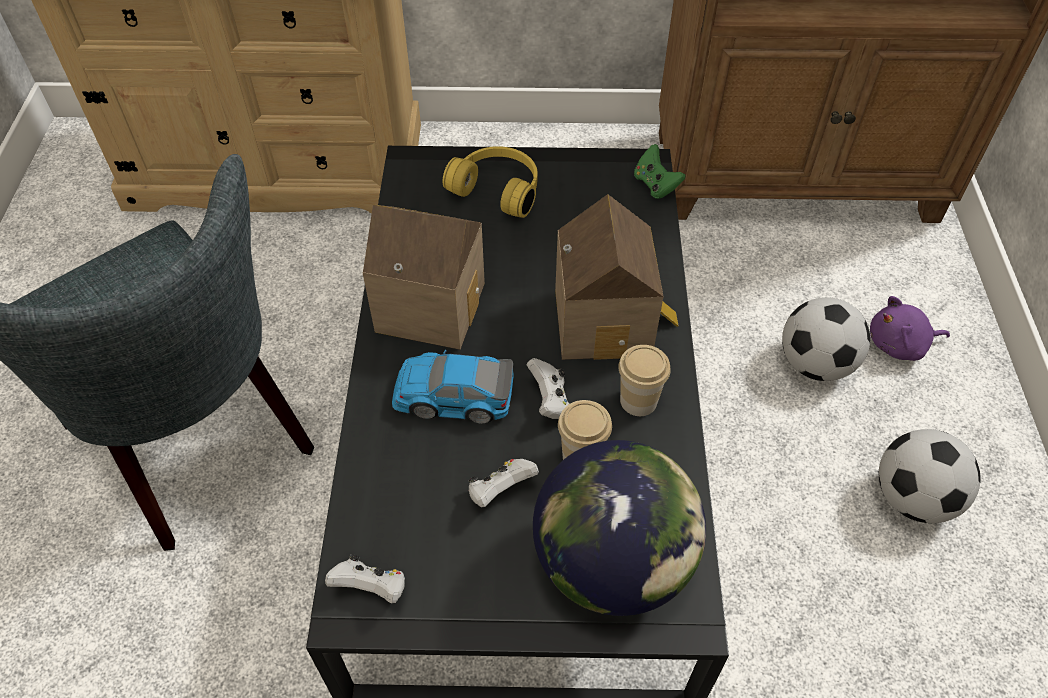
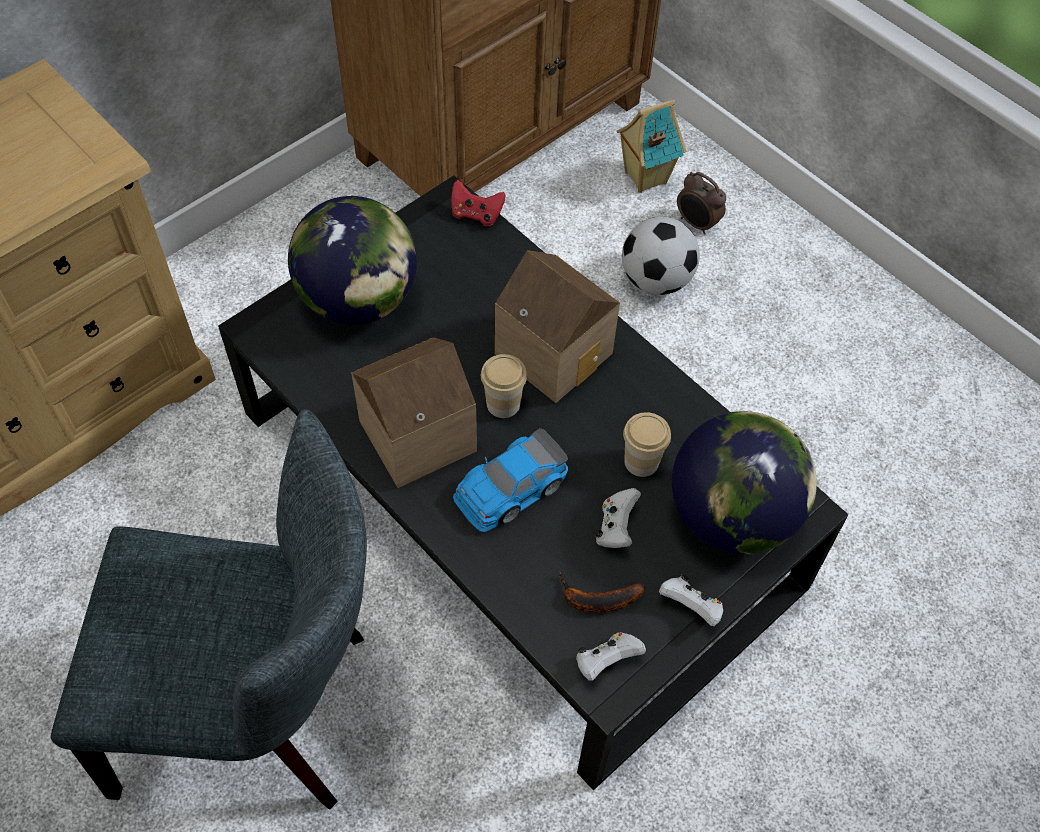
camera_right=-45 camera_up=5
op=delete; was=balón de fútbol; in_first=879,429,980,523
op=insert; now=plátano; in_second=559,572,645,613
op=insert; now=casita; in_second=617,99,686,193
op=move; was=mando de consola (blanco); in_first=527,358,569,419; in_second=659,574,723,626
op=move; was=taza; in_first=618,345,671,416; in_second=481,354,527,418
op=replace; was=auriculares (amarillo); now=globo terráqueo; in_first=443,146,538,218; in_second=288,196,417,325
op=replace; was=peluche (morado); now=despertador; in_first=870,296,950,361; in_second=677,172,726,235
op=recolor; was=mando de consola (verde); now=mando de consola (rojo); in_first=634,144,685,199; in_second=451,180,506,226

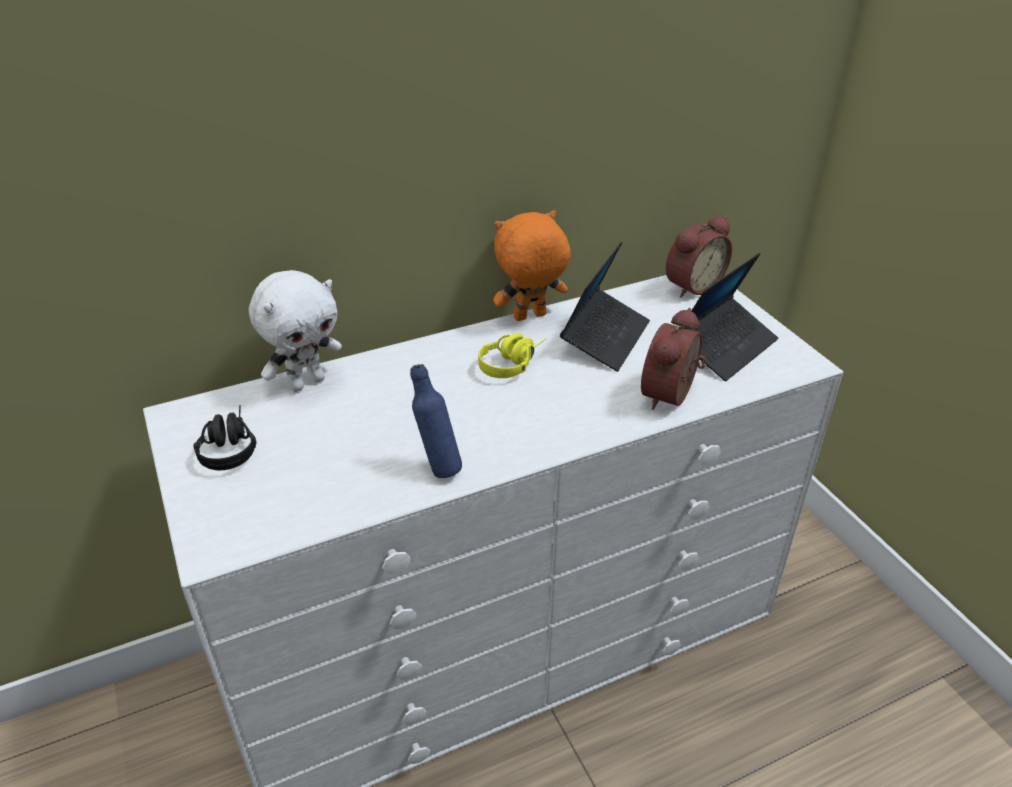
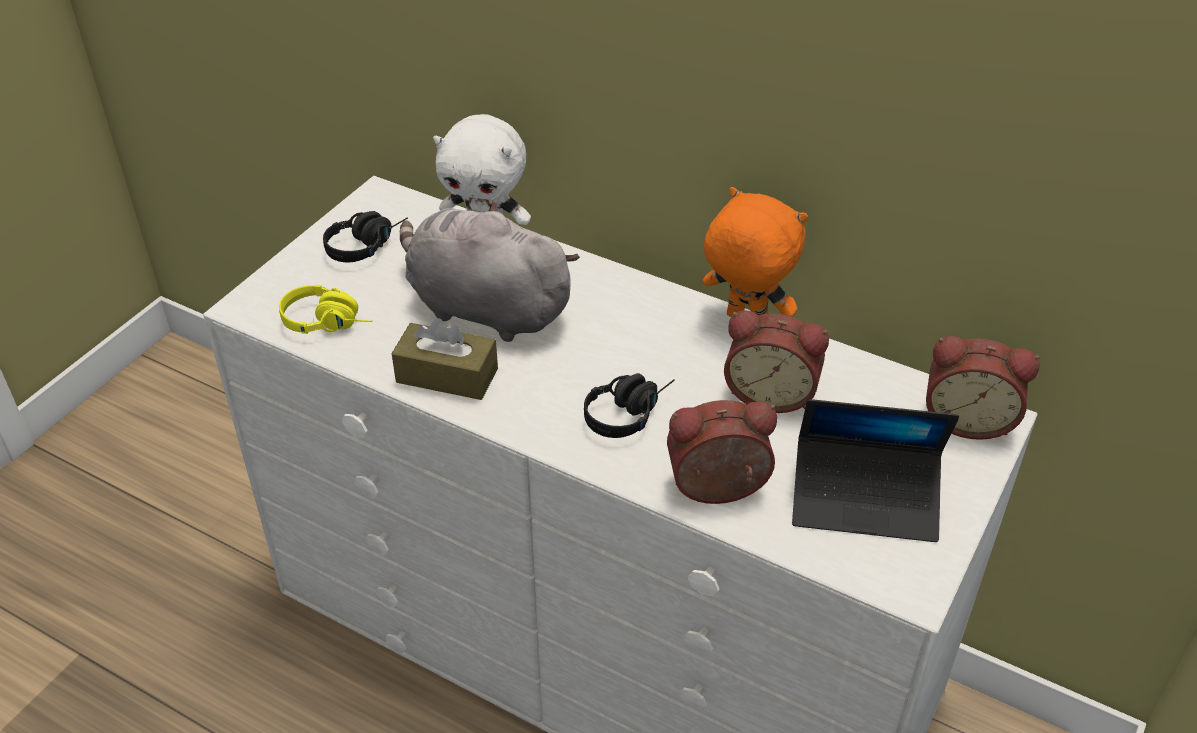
camera_right=55 camera_up=5
op=insert; now=peluche (gris); in_second=400,201,580,342
op=insert; now=auriculares (negro); in_second=584,373,675,438
op=move; was=auriculares (amarillo); in_first=478,333,546,378; in_second=279,285,373,334
op=replace; was=botella (azul); now=caja de pañuelos (marrón); in_first=410,364,462,478; in_second=392,318,498,400
op=replace; was=portátil; now=despertador; in_first=560,241,650,372; in_second=724,310,829,413

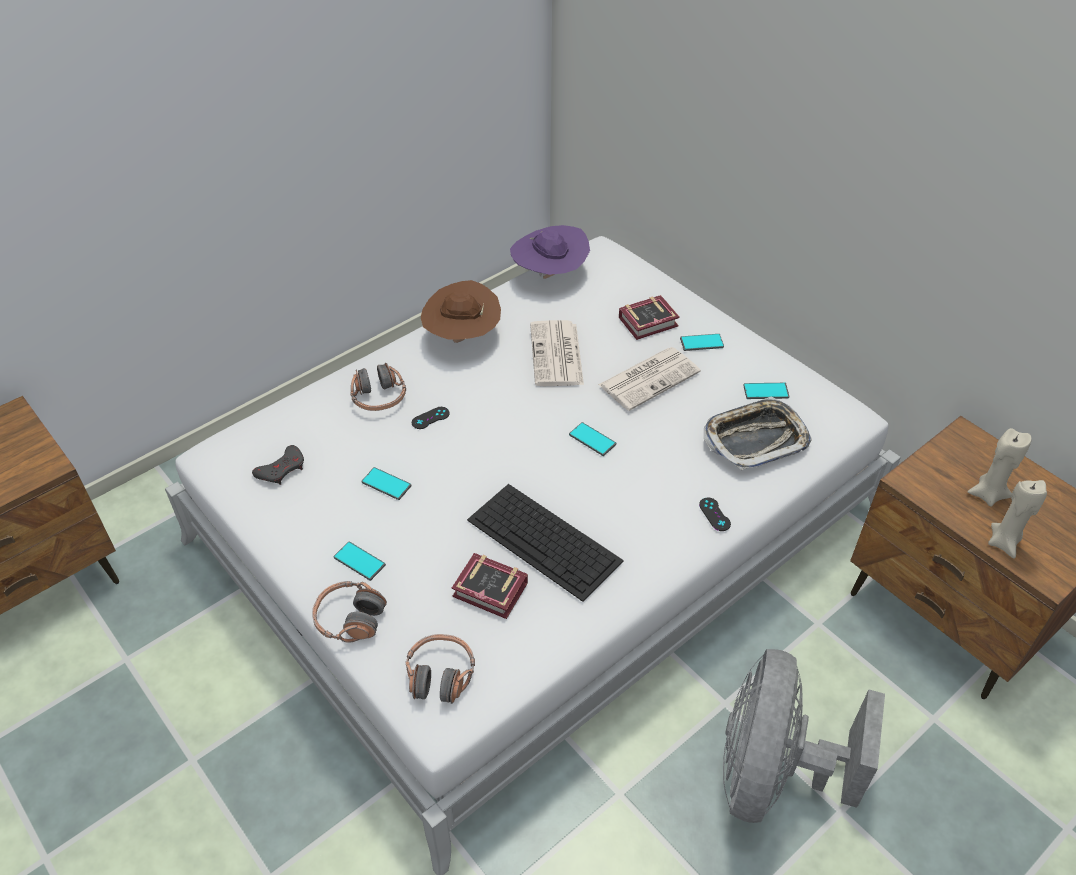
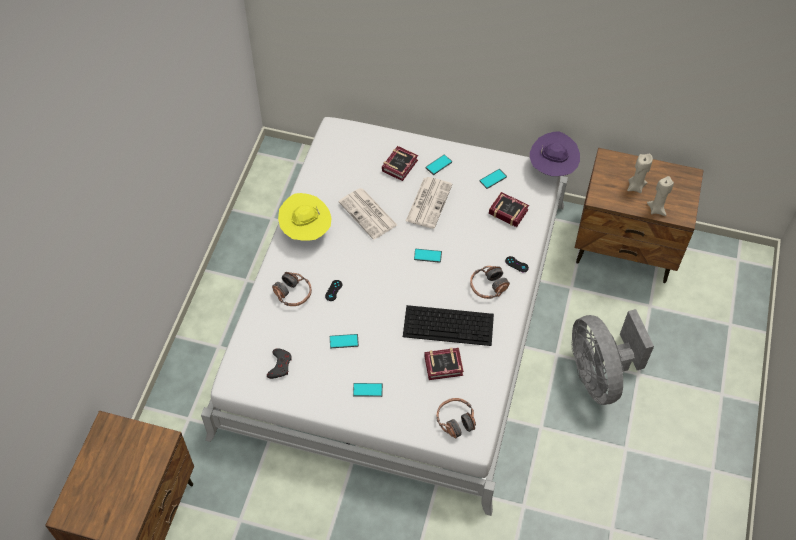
camera_right=-35 camera_up=10
op=move; was=auriculares; in_first=312,581,387,643; in_second=470,266,510,299
op=move; was=sombrero (morado); in_first=510,225,590,279; in_second=530,131,580,176
op=replace; was=bandeja; now=libro; in_first=704,396,812,470; in_second=489,192,529,227
op=recolor; was=sombrero (marrón); now=sombrero (amarillo); in_first=421,280,501,343; in_second=278,193,331,240

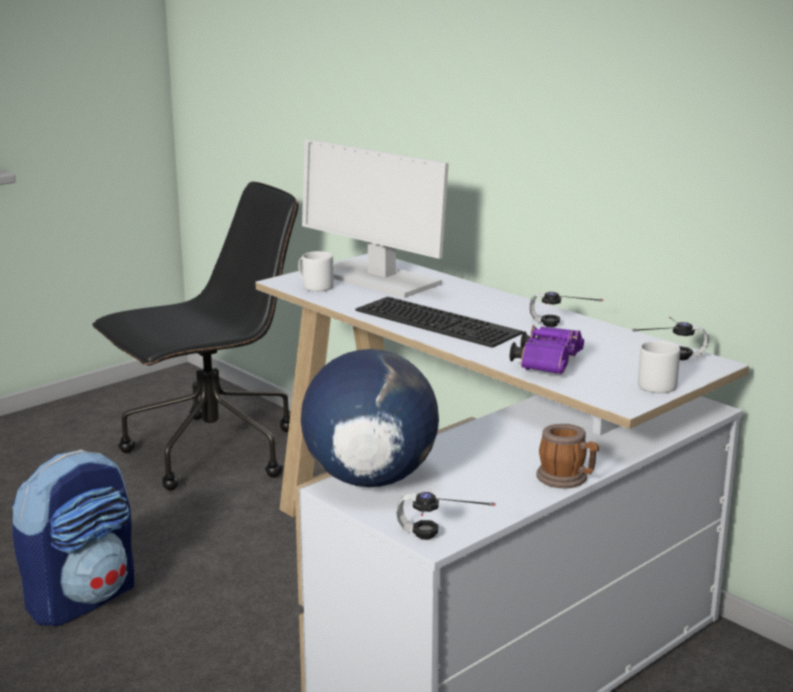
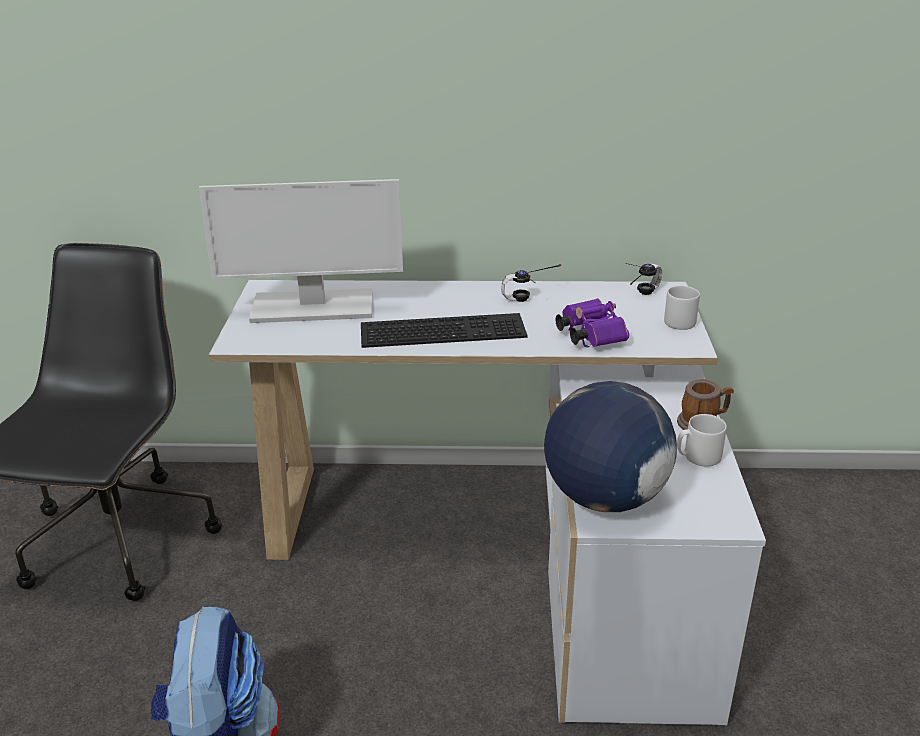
camera_right=-45 camera_up=10
op=delete; was=auriculares; in_first=396,492,496,540
op=move; was=taza grande (gris); in_first=298,251,334,292; in_second=677,414,727,467

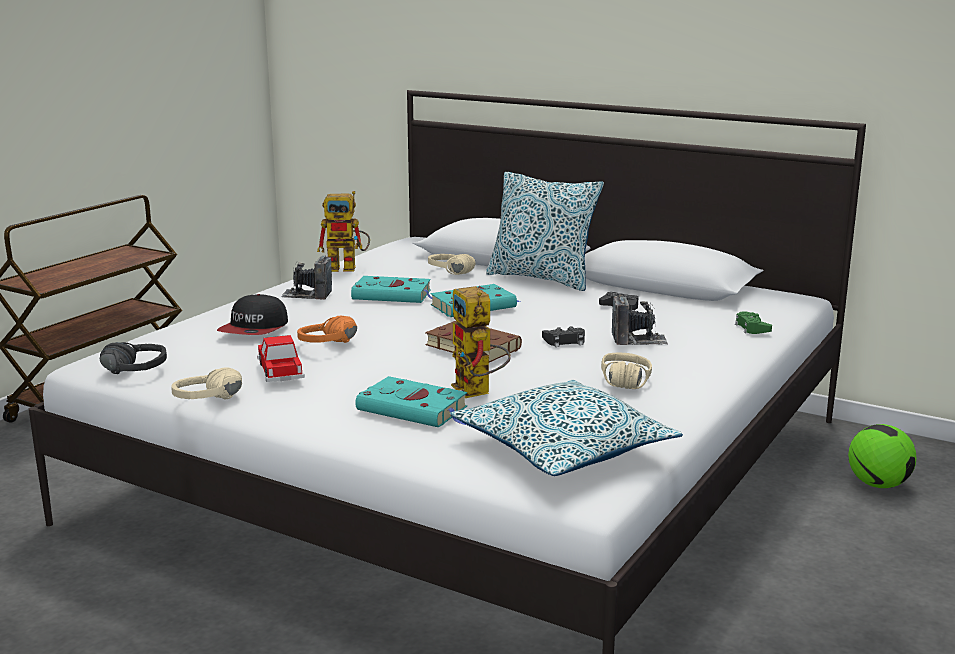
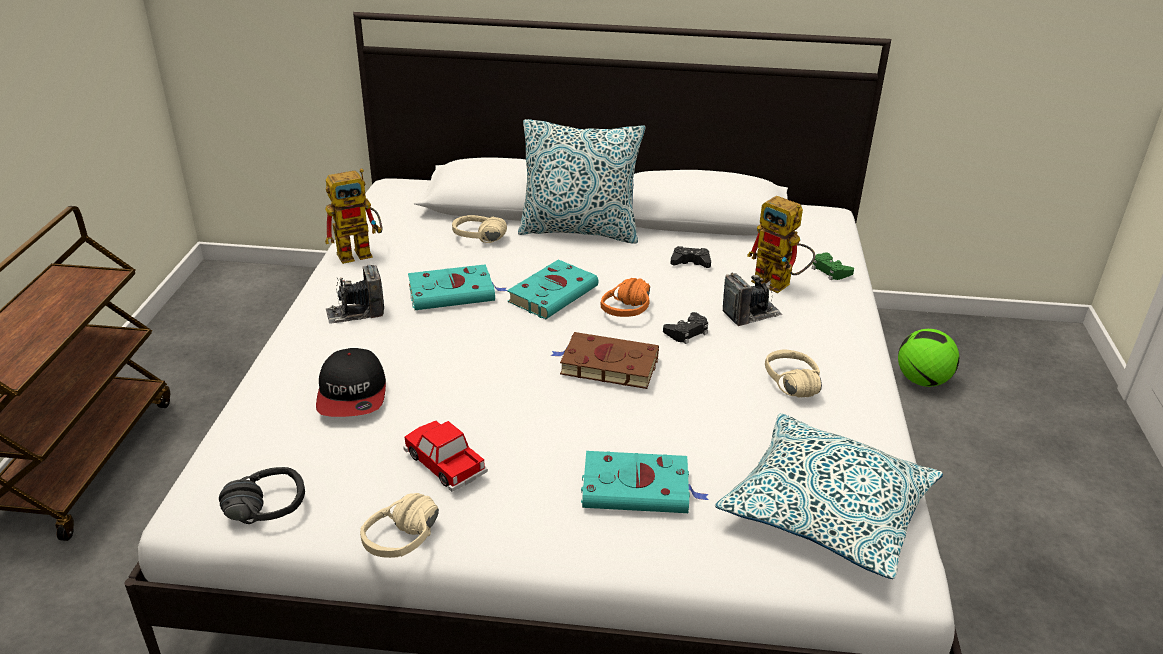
camera_right=-25 camera_up=15
op=move; was=auriculares (naranja); in_first=297,316,357,343; in_second=601,278,650,317
op=move; was=robot de juguete; in_first=451,286,511,398; in_second=747,196,815,293

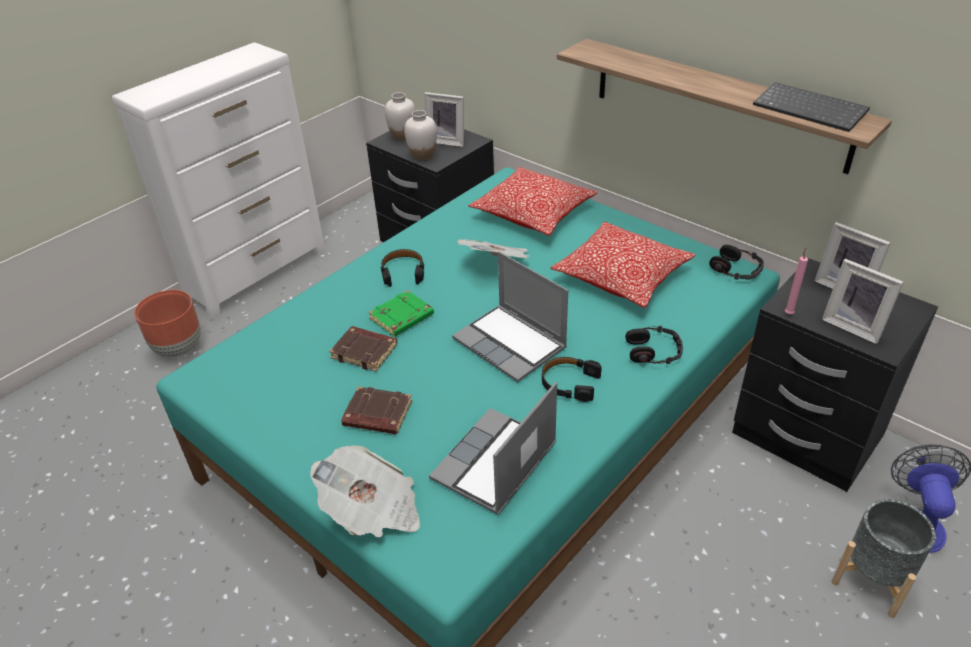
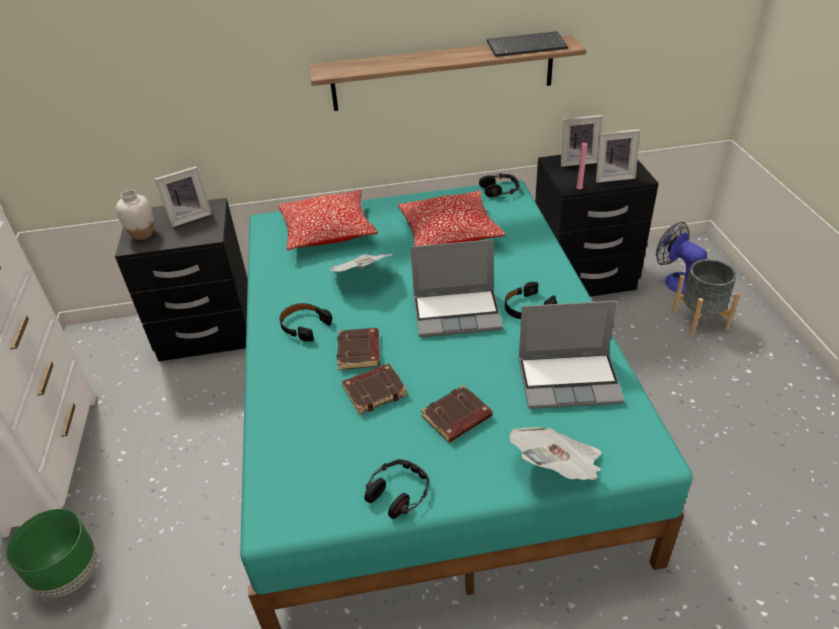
camera_right=-50 camera_up=0
op=delete; was=florero (blanco); in_first=404,110,437,160
op=move; was=auriculares; in_first=625,326,683,364; in_second=365,459,429,519
op=recolor; was=maceta (marrón); now=maceta (verde); in_first=134,290,201,357; in_second=6,509,97,597
op=recolor; was=libro (verde); now=libro (marrón); in_first=368,290,434,337; in_second=337,328,380,370
op=rotate; was=portátil; in_first=429,382,557,515; in_second=519,301,625,409; clockwise=-75

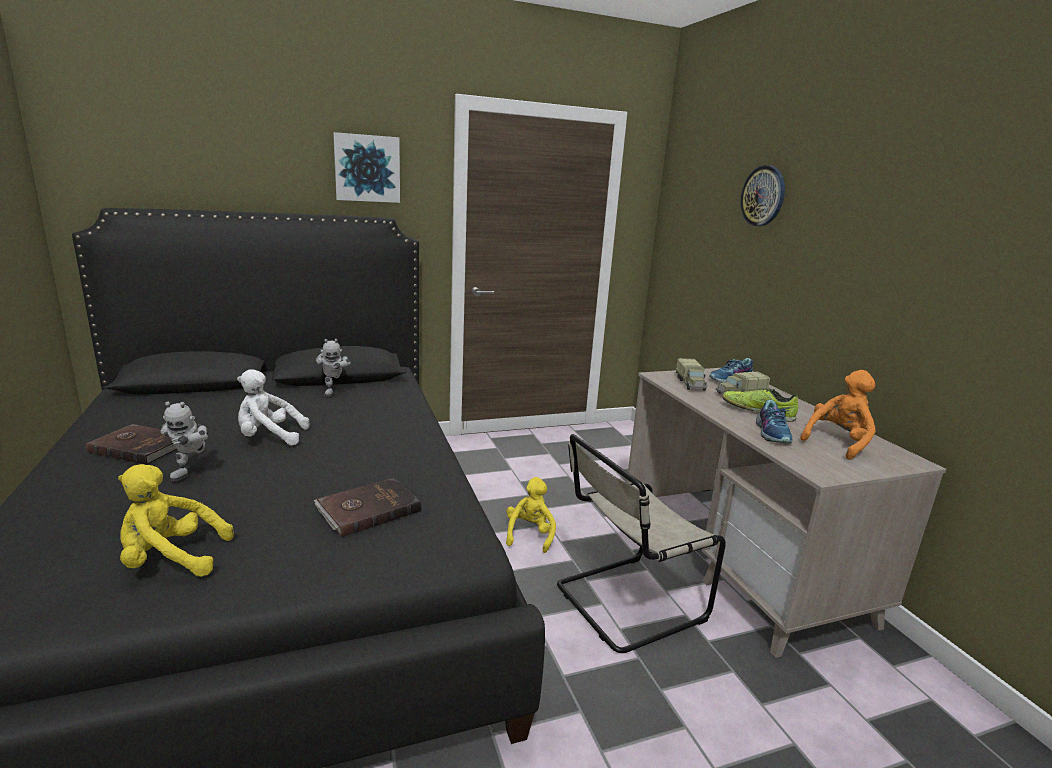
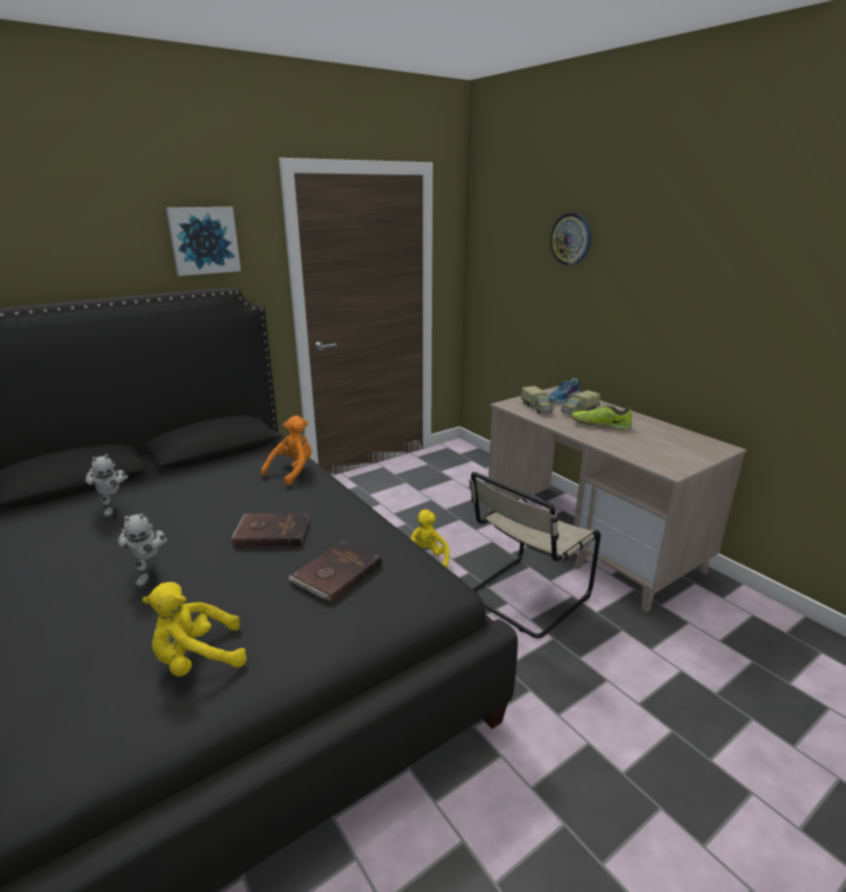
camera_right=-15 camera_up=5
op=delete; was=peluche (blanco); in_first=237,369,310,446
op=delete; was=zapato; in_first=756,400,793,443
op=move; was=libro (marrón); in_first=86,424,177,465; in_second=231,513,310,546
op=move; was=robot de juguete; in_first=316,339,351,397; in_second=85,454,128,518
op=move; was=peluche (naranja); in_first=800,370,876,460; in_second=261,416,312,486

